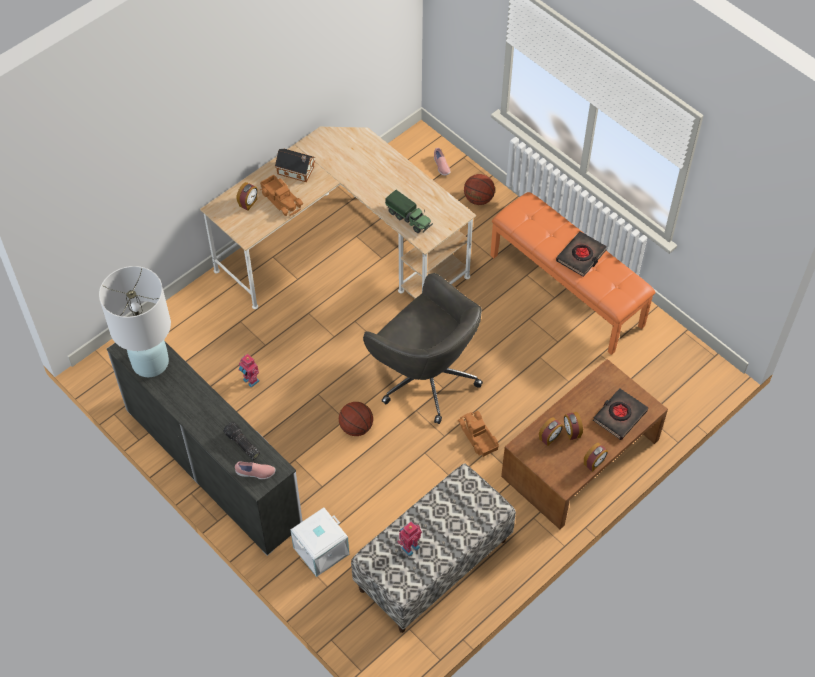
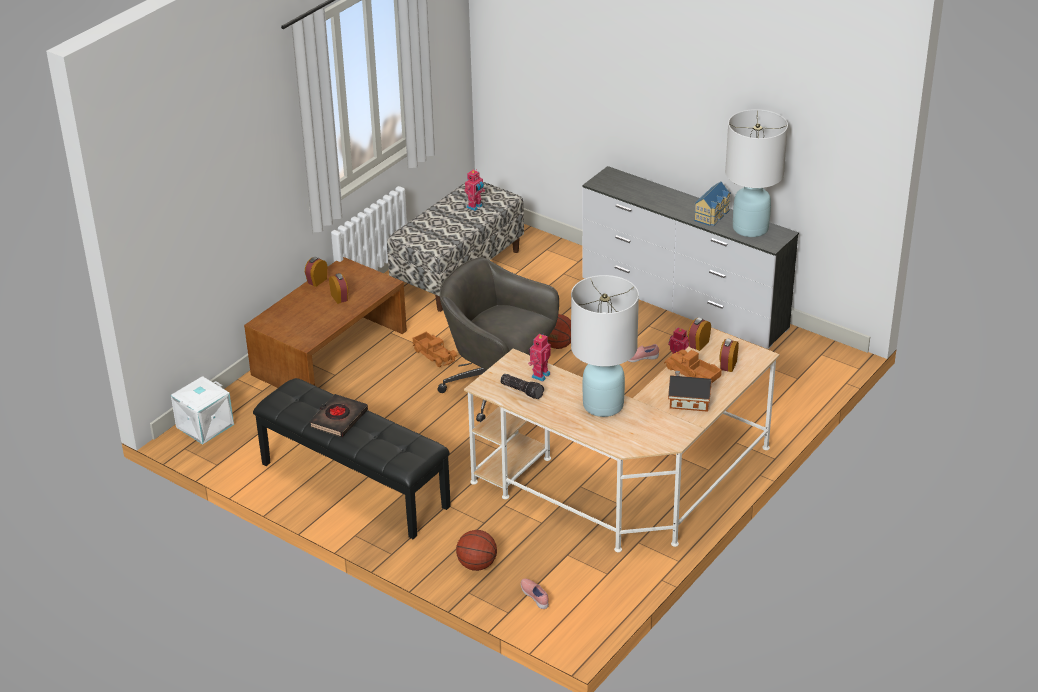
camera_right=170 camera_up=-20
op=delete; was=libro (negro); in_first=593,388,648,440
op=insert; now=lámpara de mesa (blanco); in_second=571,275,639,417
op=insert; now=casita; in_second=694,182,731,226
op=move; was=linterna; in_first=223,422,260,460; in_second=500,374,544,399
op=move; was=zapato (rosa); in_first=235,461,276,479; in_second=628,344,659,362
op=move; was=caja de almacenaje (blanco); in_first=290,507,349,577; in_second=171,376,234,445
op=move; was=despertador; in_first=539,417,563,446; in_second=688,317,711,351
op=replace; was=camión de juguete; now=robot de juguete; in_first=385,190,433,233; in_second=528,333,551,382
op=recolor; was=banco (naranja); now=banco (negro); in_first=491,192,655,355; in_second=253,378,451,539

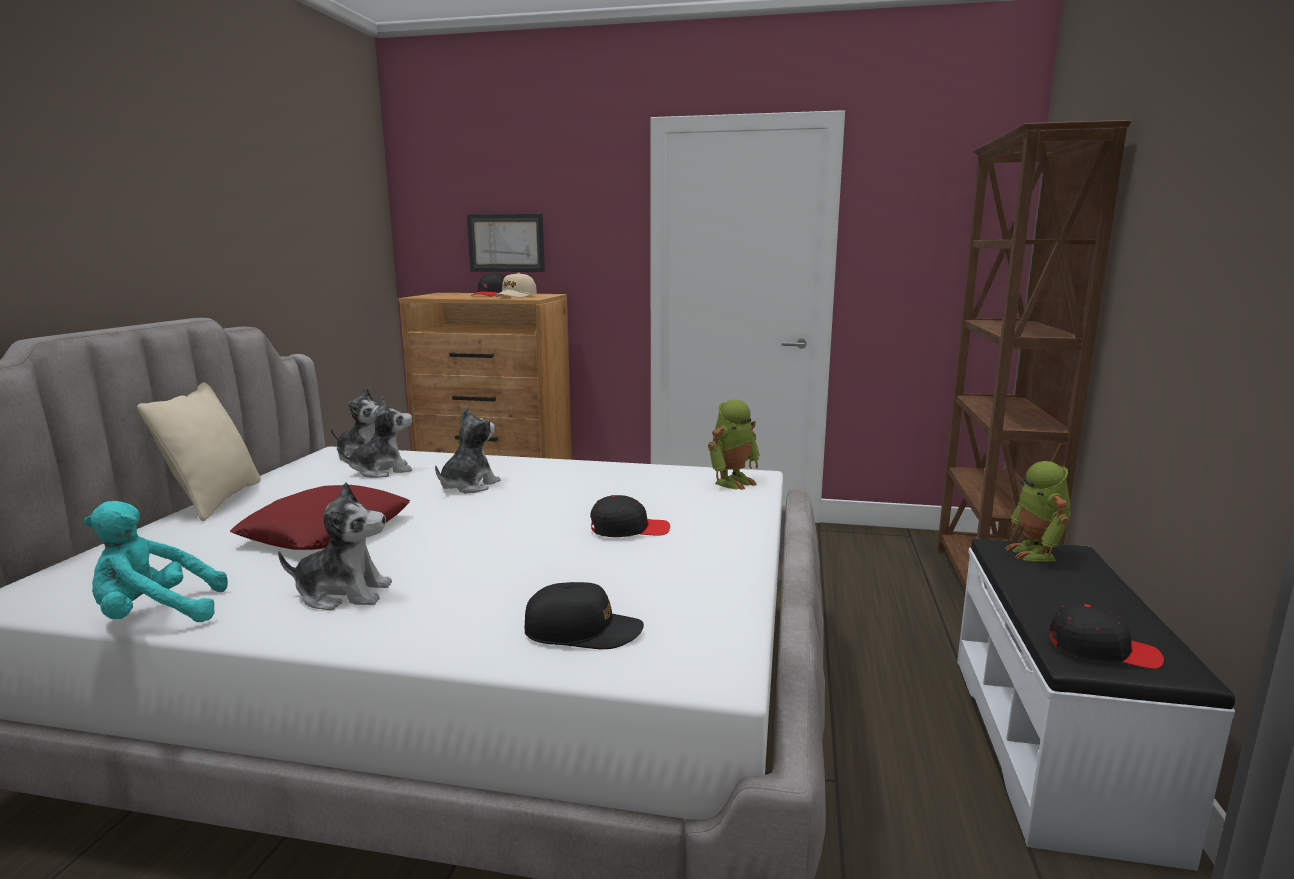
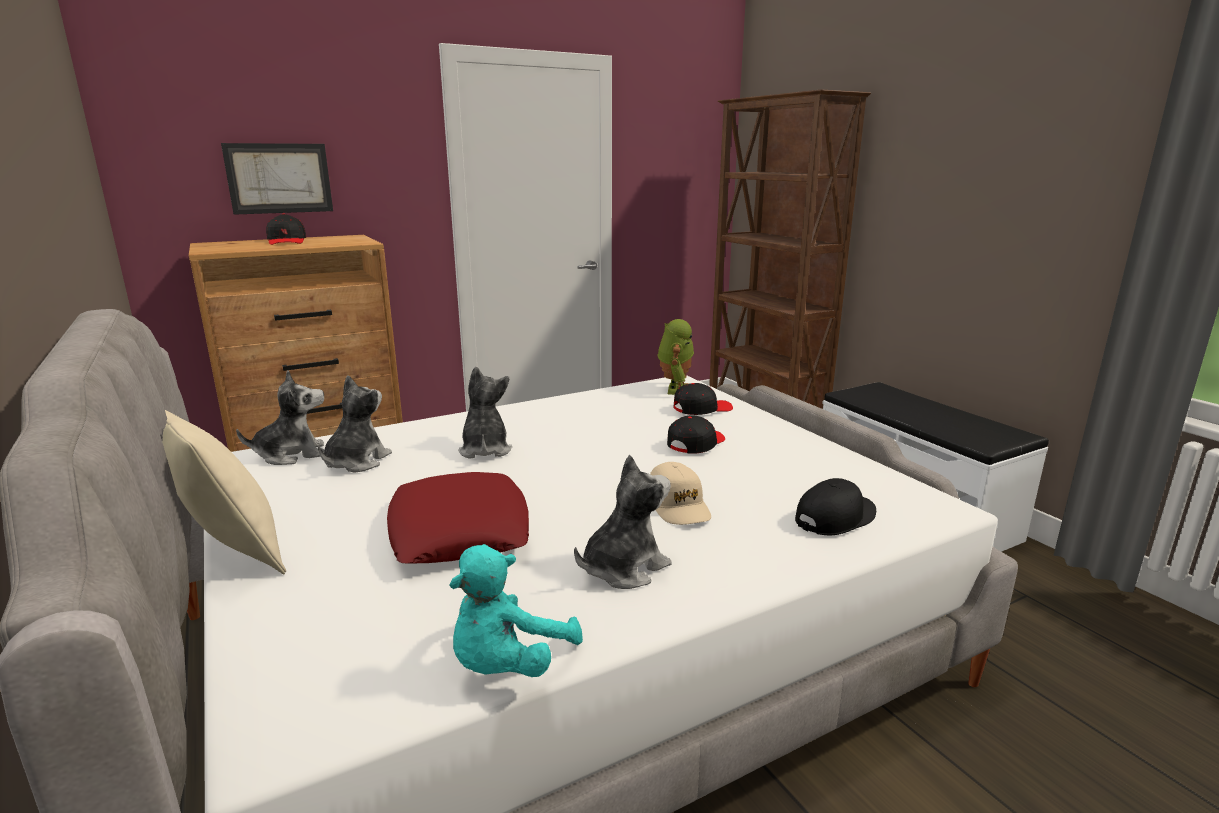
camera_right=-40 camera_up=5
op=delete; was=robot de juguete; in_first=1005,461,1070,562
op=move; was=gorra (beis); in_first=495,273,537,298; in_second=650,462,711,525
op=move; was=gorra (negro); in_first=1050,604,1164,669; in_second=673,383,733,415

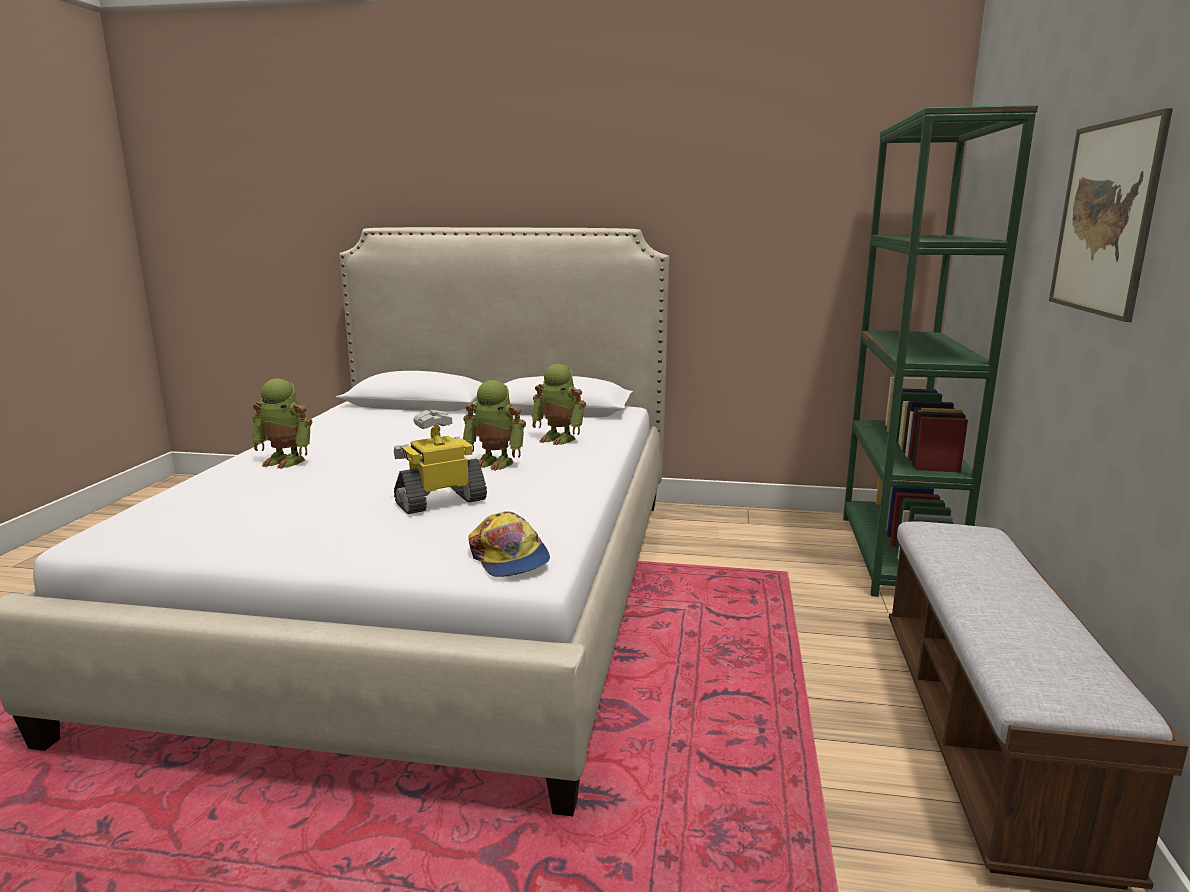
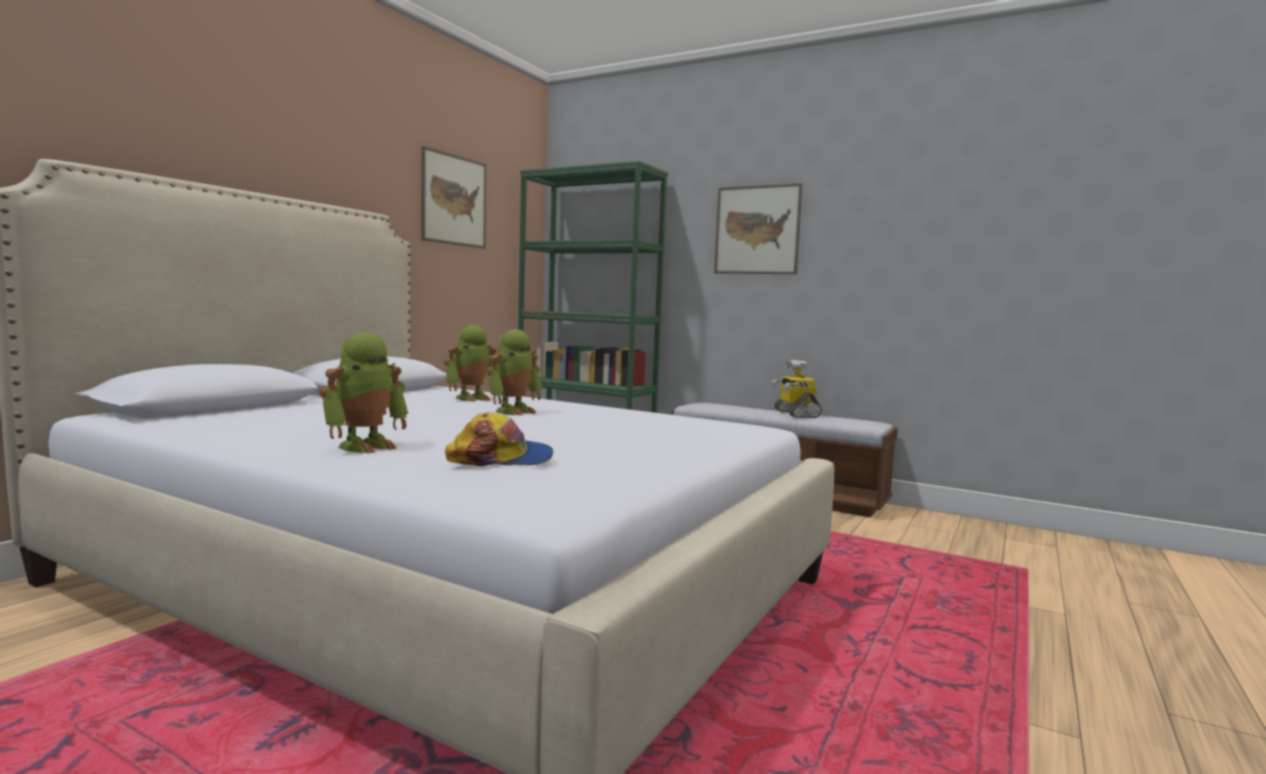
camera_right=-70 camera_up=-10
op=insert; now=cuadro; in_second=421,146,486,248
op=move; was=robot de juguete; in_first=394,410,487,514; in_second=771,360,822,418
op=move; was=gorra; in_first=468,511,550,577; in_second=445,412,553,466

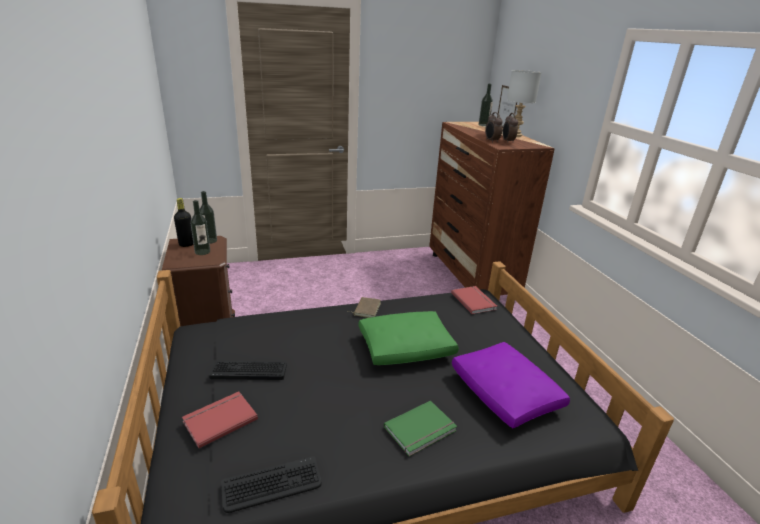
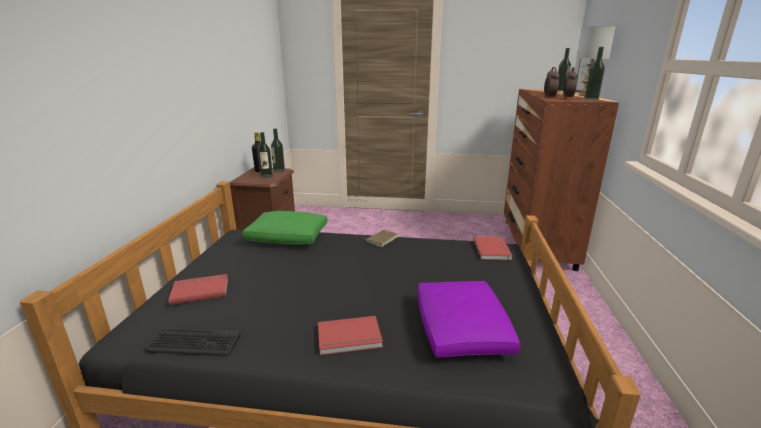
camera_right=25 camera_up=-5
op=delete; was=teclado; in_first=209,361,287,380
op=insert; now=botella; in_second=584,47,605,100
op=move; was=cojín (verde); in_first=358,311,459,365; in_second=242,211,328,245
op=recolor; was=libro (verde); now=libro (rojo); in_first=384,401,457,457; in_second=318,316,383,355

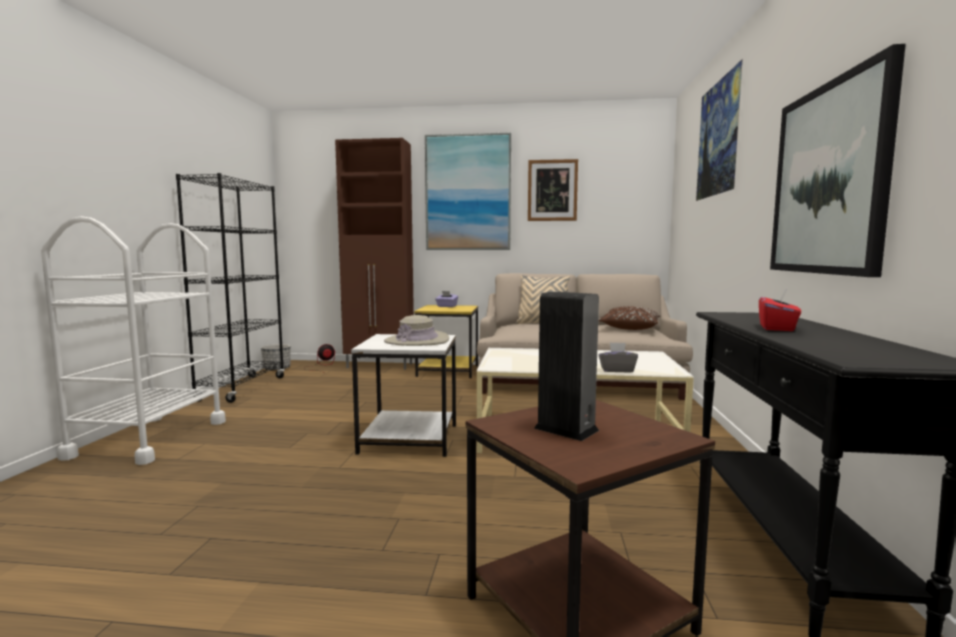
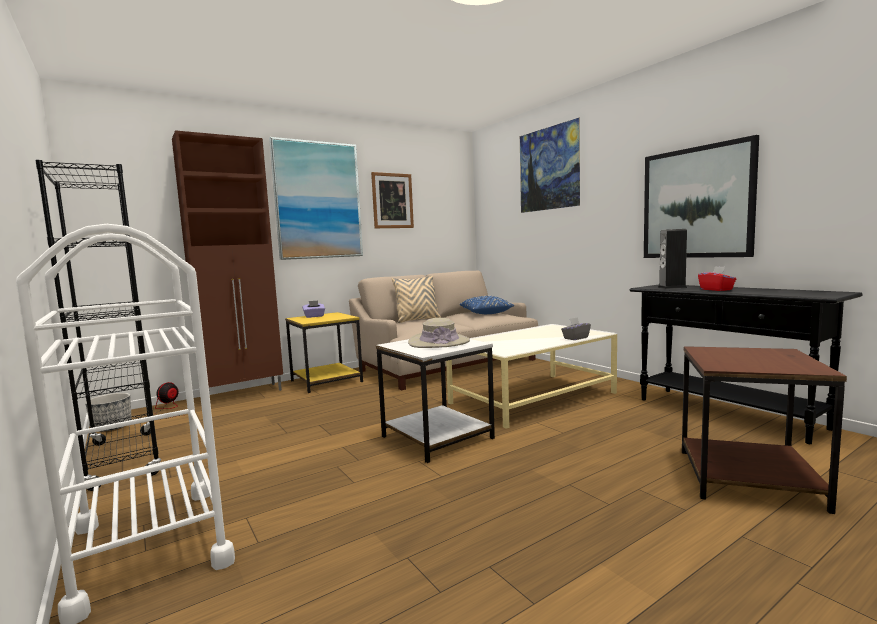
camera_right=-40 camera_up=0
op=move; was=altavoz; in_first=534,291,599,441; in_second=657,229,687,289
op=recolor; was=cojín (marrón); now=cojín (azul); in_first=599,306,661,330; in_second=460,296,514,314

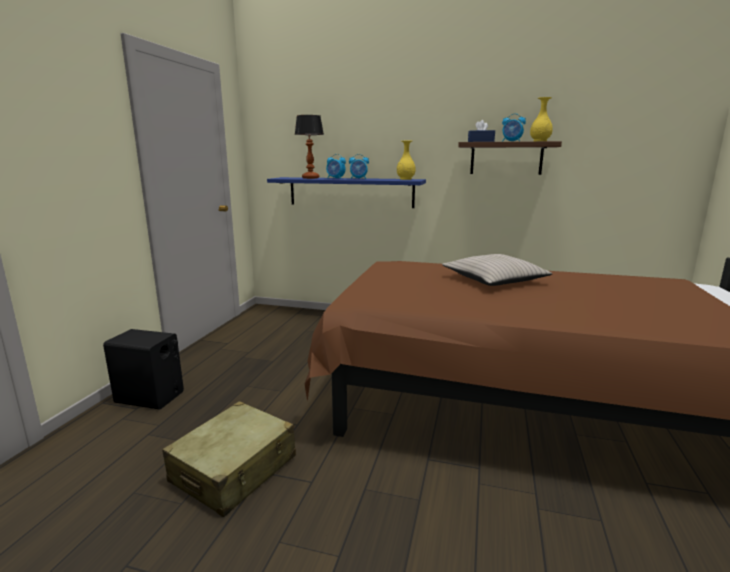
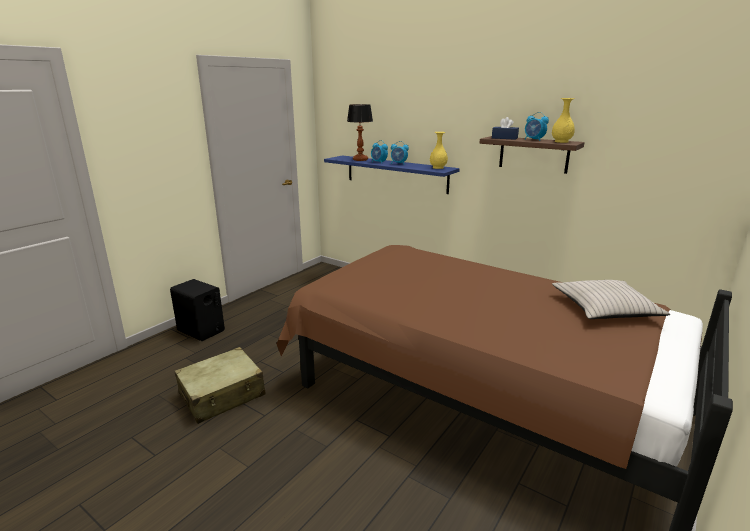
camera_right=20 camera_up=5
op=move; was=cojín (beis); in_first=442,254,553,286; in_second=552,280,670,319

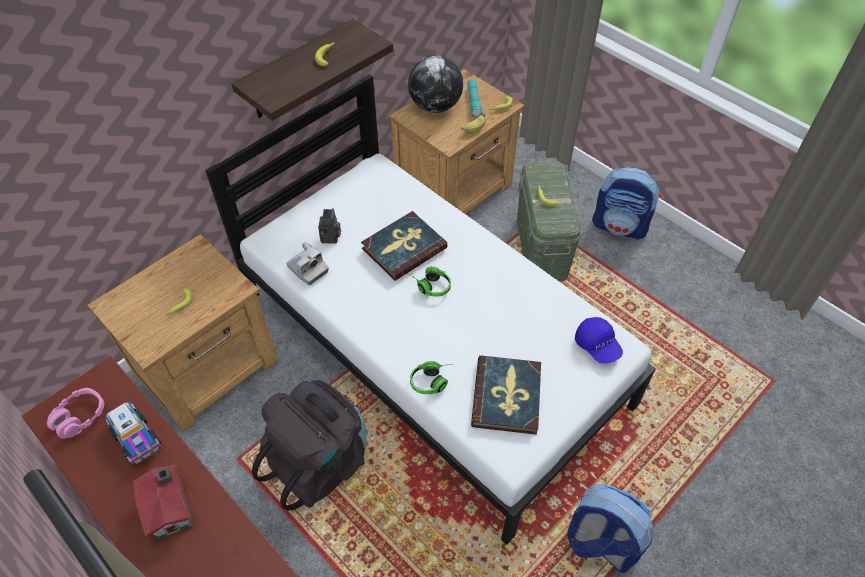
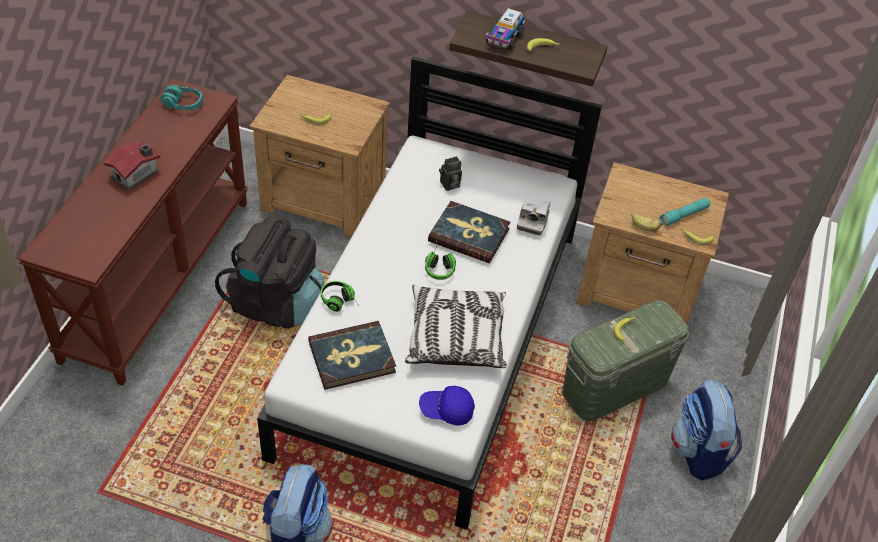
camera_right=60 camera_up=-5
op=delete; was=globo terráqueo; in_first=408,55,463,113
op=insert; now=cojín; in_second=405,285,507,368
op=move; was=camión de juguete; in_first=105,402,161,464; in_second=485,8,525,50
op=move; was=cámara; in_first=286,242,329,285; in_second=517,200,550,236
op=recolor; was=auriculares (rosa); now=auriculares (turquesa); in_first=47,388,104,439; in_second=160,85,203,111
op=rotate; was=gorra (azul); in_first=575,317,623,363; in_second=419,386,475,425; clockwise=60

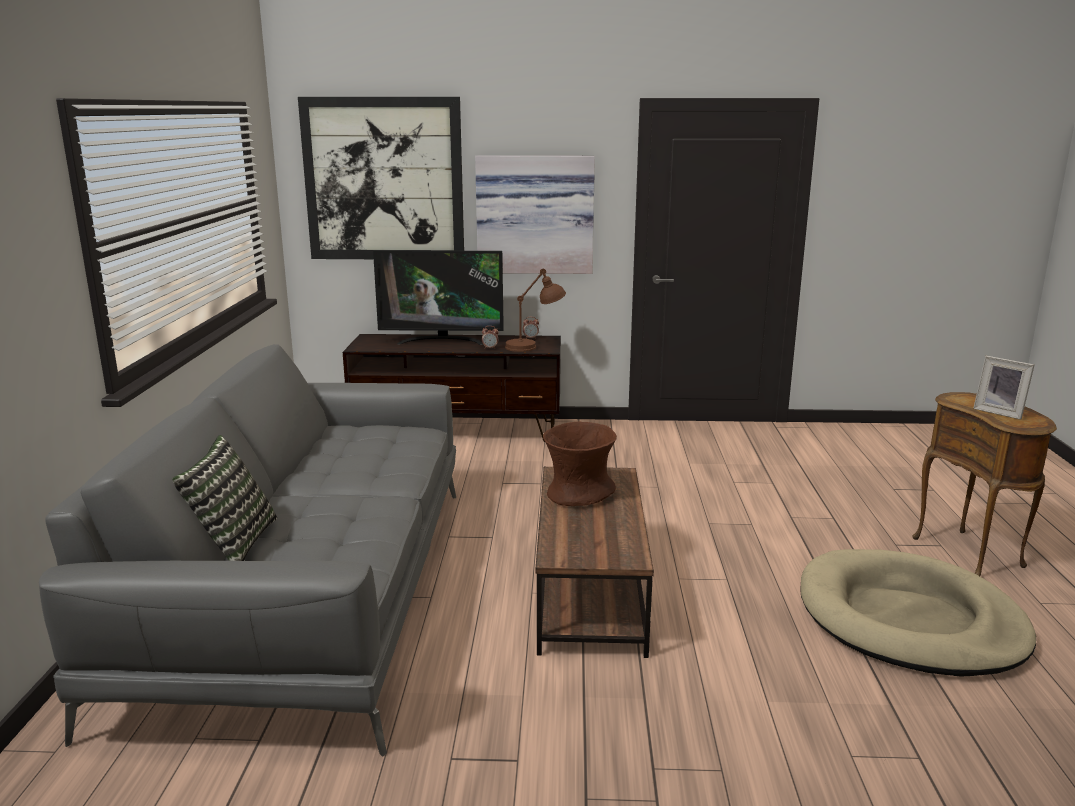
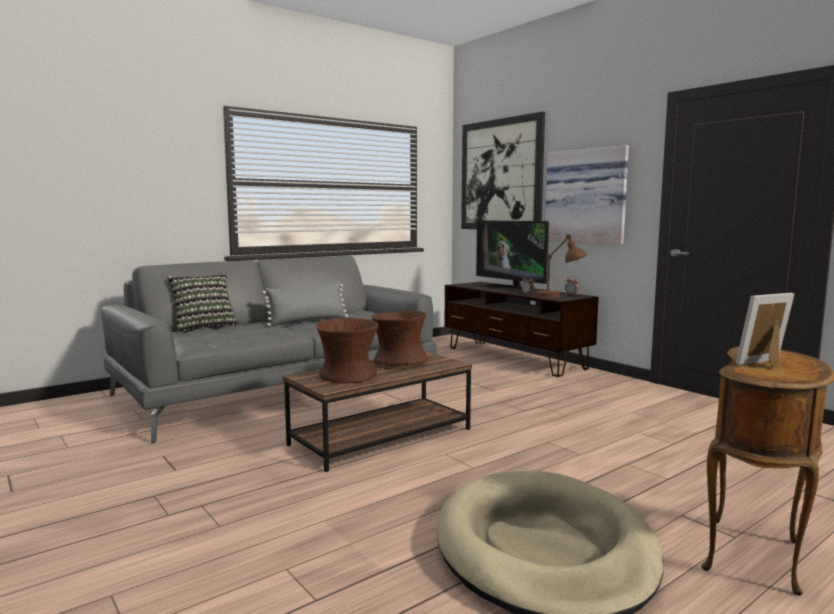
camera_right=50 camera_up=-10
op=insert; now=cojín (gris); in_second=262,281,348,326
op=insert; now=florero (marrón); in_second=316,318,379,384
op=rotate; was=portarretratos; in_first=973,356,1035,420; in_second=736,293,794,368; clockwise=60

